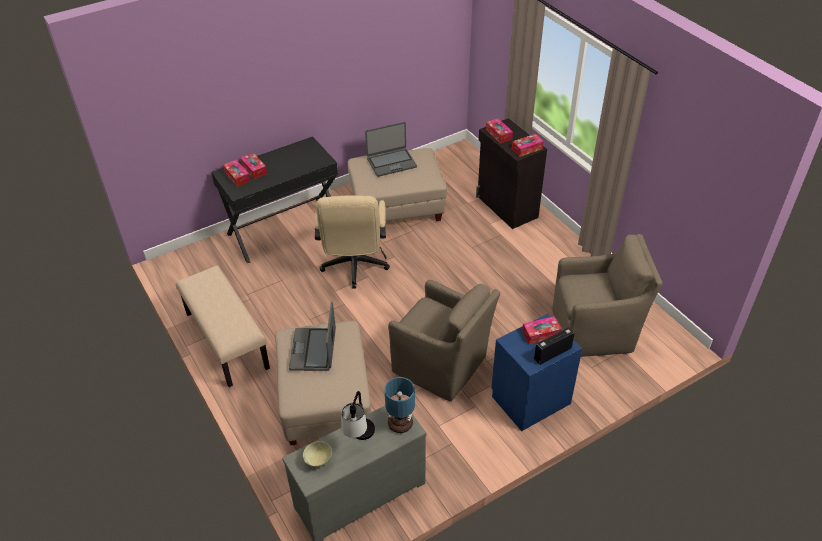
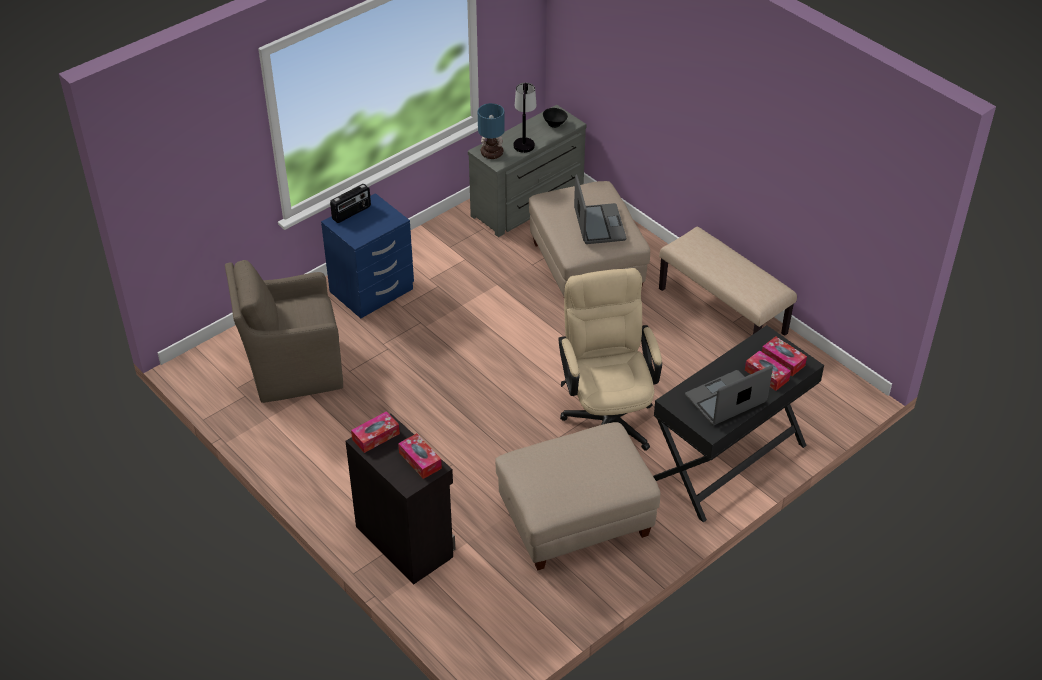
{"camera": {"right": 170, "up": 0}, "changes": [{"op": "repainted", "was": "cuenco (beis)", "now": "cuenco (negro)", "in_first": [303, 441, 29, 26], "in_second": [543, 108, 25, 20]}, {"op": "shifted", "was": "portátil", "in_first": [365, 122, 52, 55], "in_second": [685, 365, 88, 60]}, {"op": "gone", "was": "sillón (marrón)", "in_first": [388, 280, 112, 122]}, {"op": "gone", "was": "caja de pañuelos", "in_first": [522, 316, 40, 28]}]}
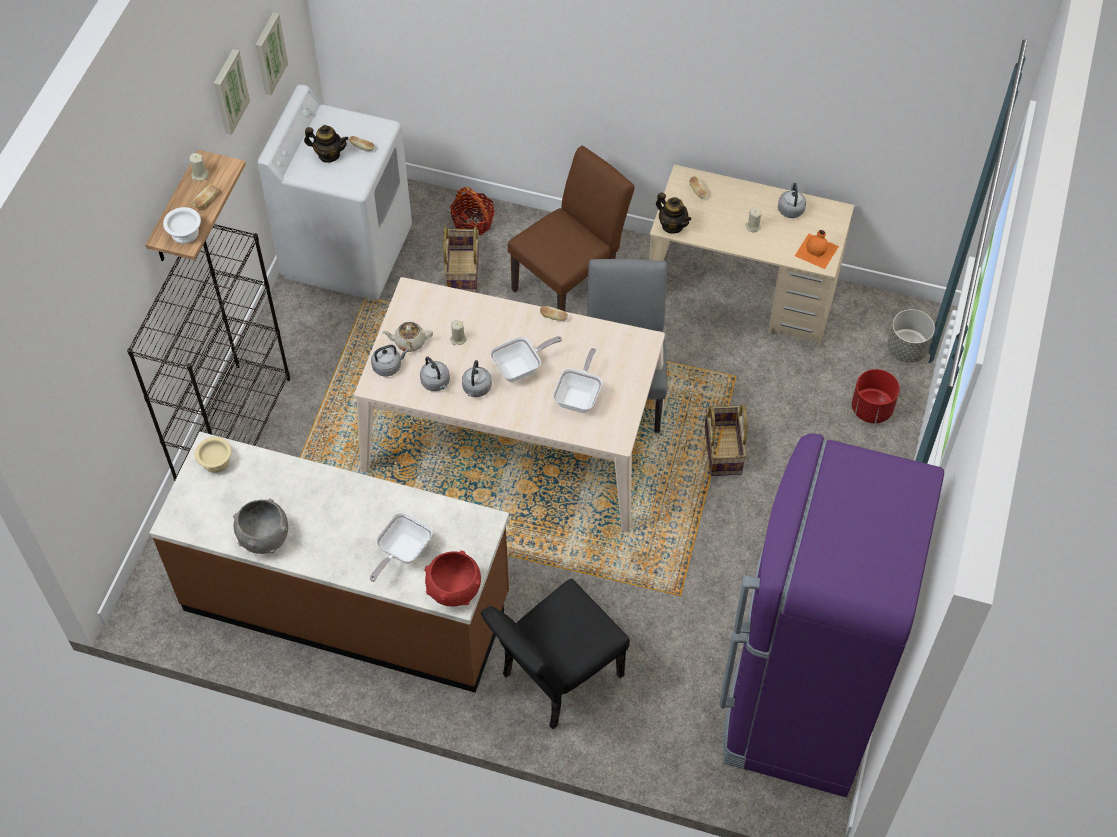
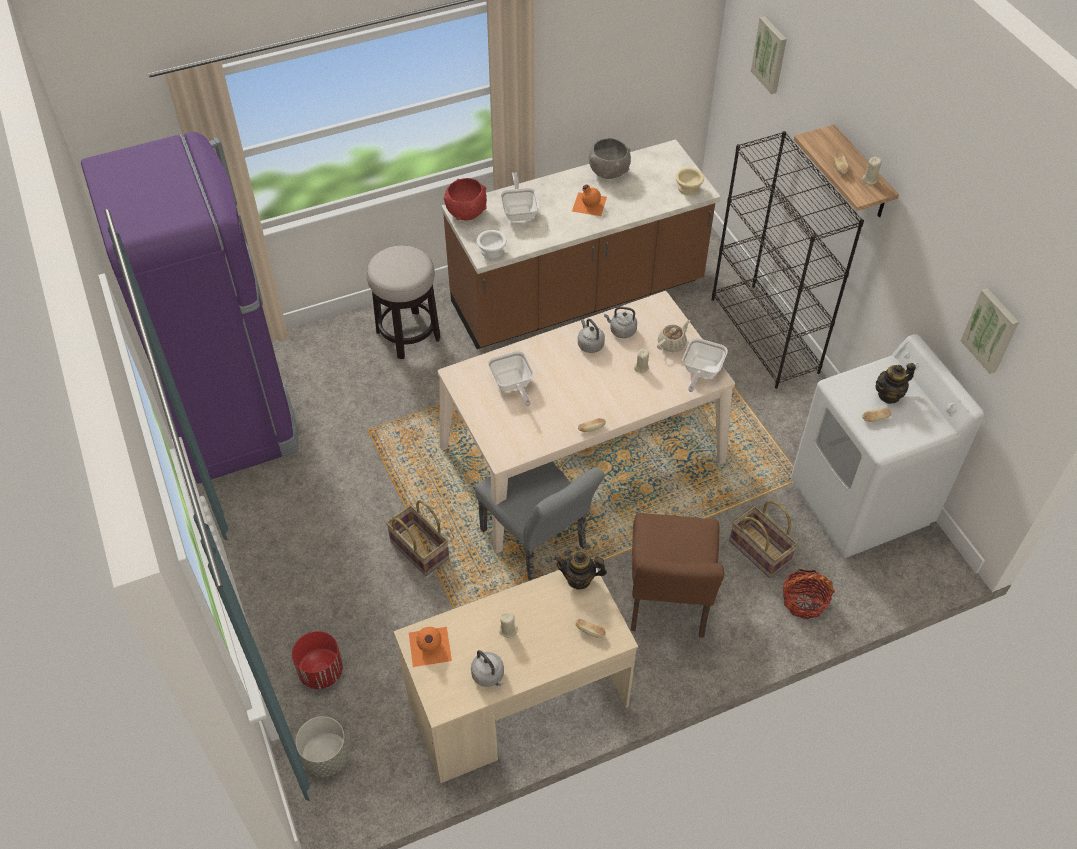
{"camera": {"right": 140, "up": -5}, "changes": [{"op": "shifted", "was": "cuenco (blanco)", "in_first": [163, 207, 38, 37], "in_second": [477, 230, 30, 29]}, {"op": "shifted", "was": "cuadro", "in_first": [214, 49, 36, 86], "in_second": [751, 16, 36, 78]}, {"op": "gone", "was": "hervidor (gris)", "in_first": [371, 345, 37, 31]}, {"op": "swapped", "was": "silla (negro)", "now": "taburete", "in_first": [481, 578, 149, 151], "in_second": [366, 246, 74, 113]}, {"op": "shifted", "was": "sartén", "in_first": [490, 336, 72, 46], "in_second": [682, 338, 46, 54]}, {"op": "new", "now": "botella (naranja)", "in_second": [572, 185, 35, 31]}]}
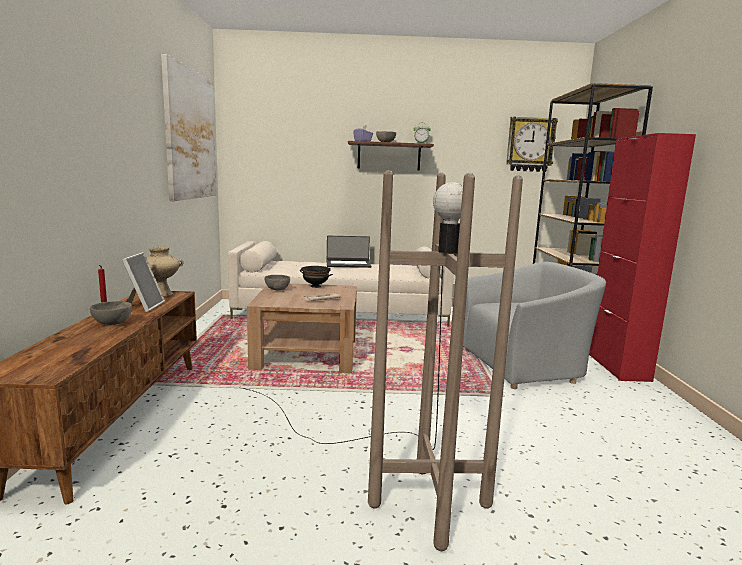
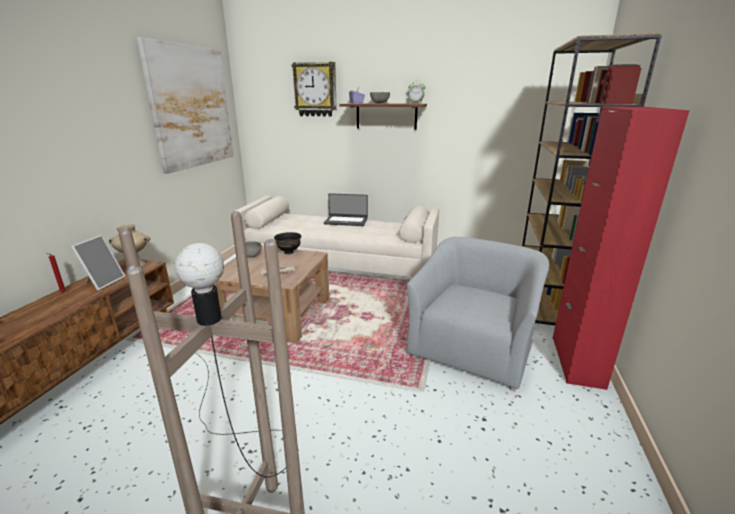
{"camera": {"right": 15, "up": 10}, "changes": [{"op": "gone", "was": "cuenco (gris)", "in_first": [90, 301, 42, 24]}, {"op": "rotated", "was": "sillón (gris)", "in_first": [463, 262, 143, 127], "in_second": [406, 237, 143, 154], "clockwise": -60}, {"op": "shifted", "was": "reloj de pared", "in_first": [506, 117, 52, 55], "in_second": [291, 62, 46, 55]}]}
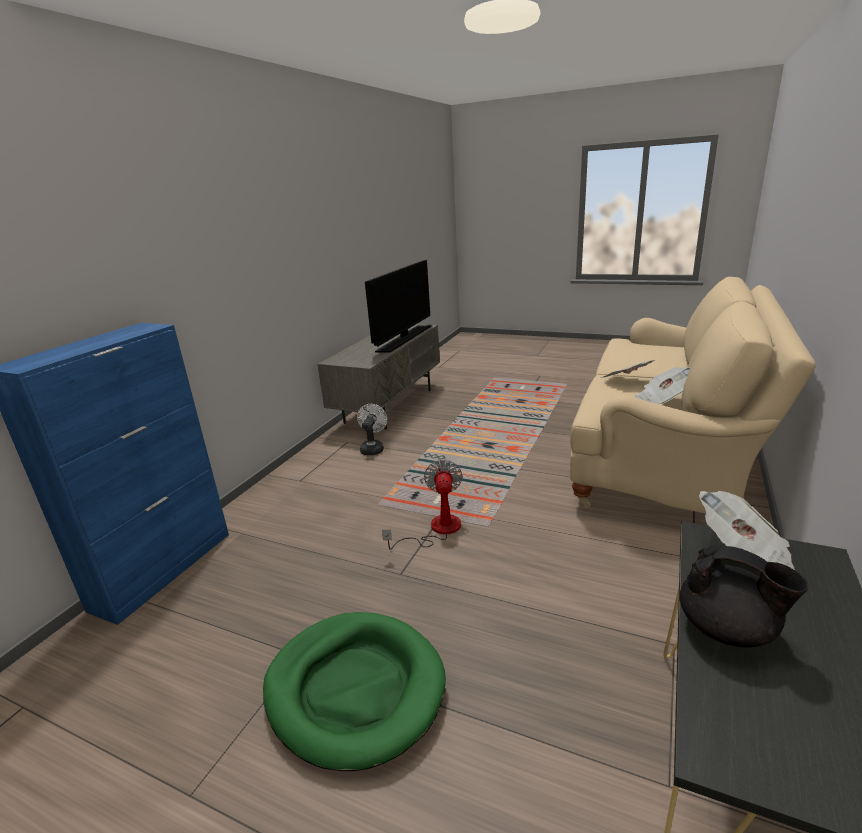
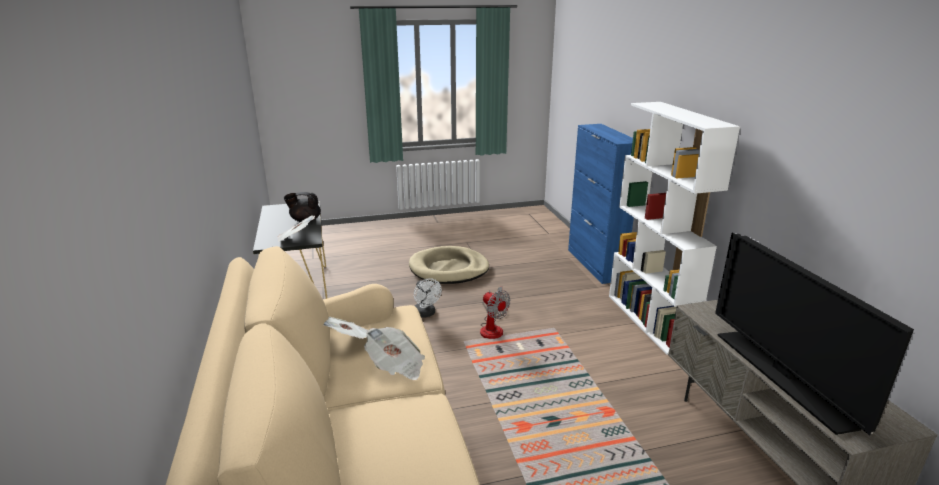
{"camera": {"right": 140, "up": 0}, "changes": [{"op": "repainted", "was": "cama para perro (verde)", "now": "cama para perro (beis)", "in_first": [263, 612, 183, 159], "in_second": [409, 246, 80, 38]}, {"op": "shifted", "was": "ventilador (blanco)", "in_first": [357, 404, 30, 51], "in_second": [414, 278, 28, 40]}, {"op": "new", "now": "estantería (blanco)", "in_second": [609, 102, 131, 253]}]}
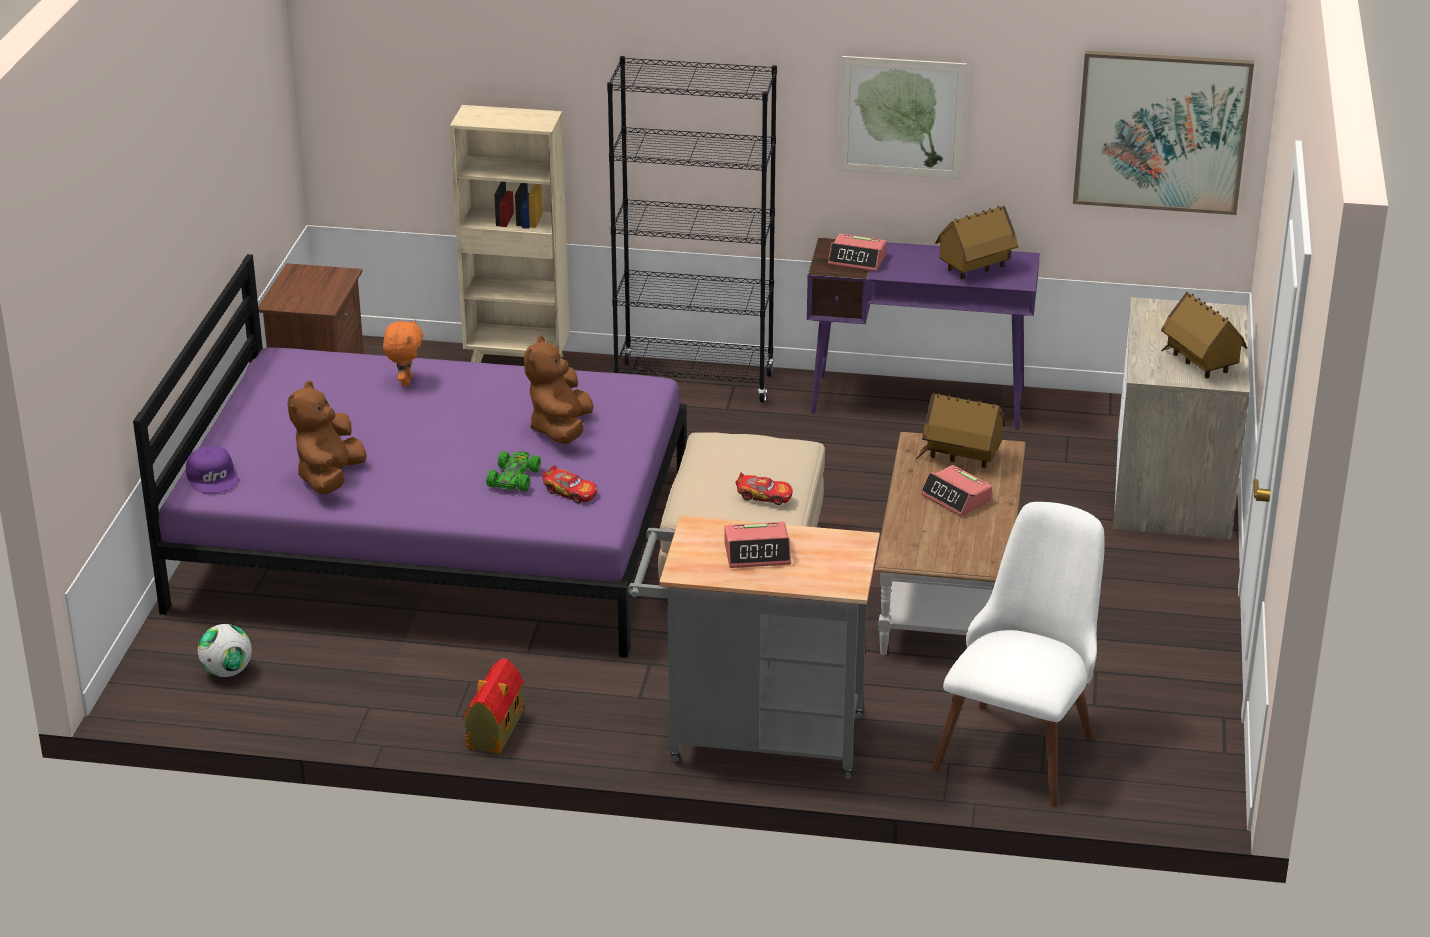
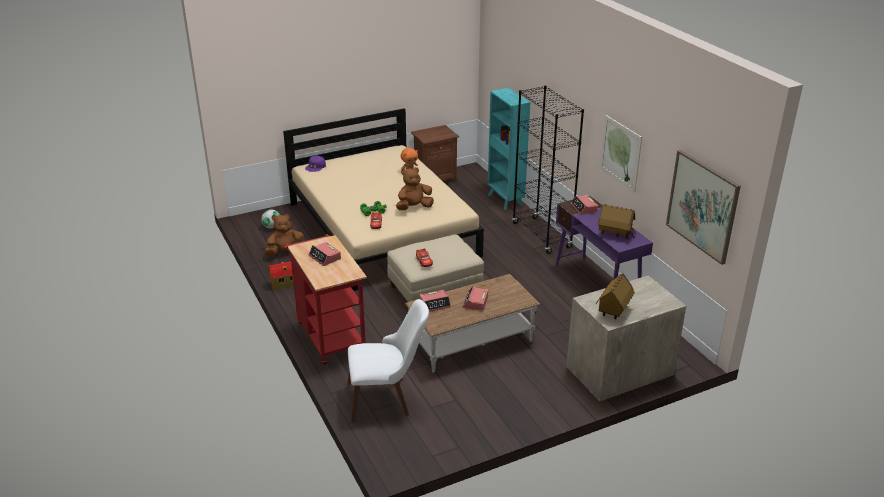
{"camera": {"right": 55, "up": 0}, "changes": [{"op": "repainted", "was": "cama (morado)", "now": "cama (beis)", "in_first": [133, 254, 554, 404], "in_second": [283, 108, 201, 183]}, {"op": "shifted", "was": "peluche (marrón)", "in_first": [287, 381, 80, 113], "in_second": [264, 214, 40, 42]}, {"op": "repainted", "was": "estantería (beis)", "now": "estantería (turquesa)", "in_first": [450, 105, 120, 258], "in_second": [488, 88, 43, 122]}, {"op": "repainted", "was": "carrito (gris)", "now": "carrito (rojo)", "in_first": [628, 516, 252, 263], "in_second": [284, 234, 83, 132]}, {"op": "gone", "was": "casita", "in_first": [916, 393, 89, 75]}, {"op": "new", "now": "despertador", "in_second": [420, 290, 31, 22]}]}
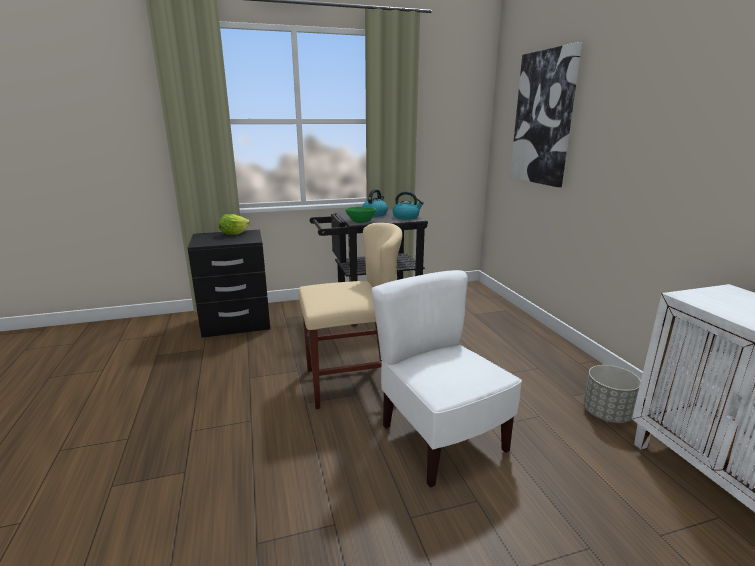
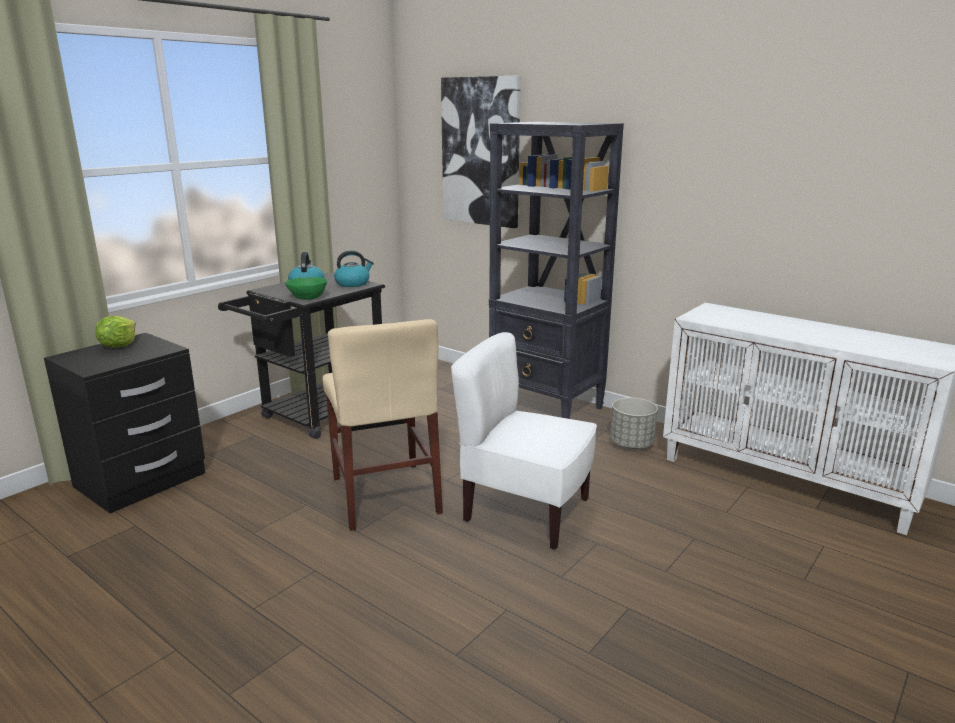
{"camera": {"right": -35, "up": 0}, "changes": [{"op": "rotated", "was": "silla (beis)", "in_first": [298, 223, 104, 186], "in_second": [323, 319, 120, 212], "clockwise": 120}, {"op": "new", "now": "estantería (negro)", "in_second": [489, 122, 135, 297]}]}
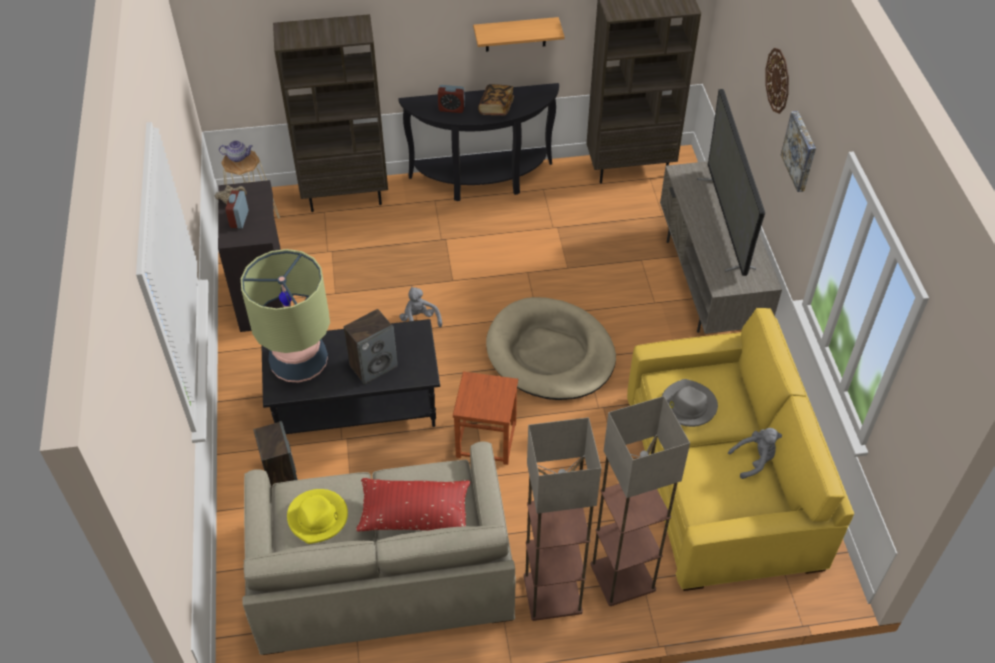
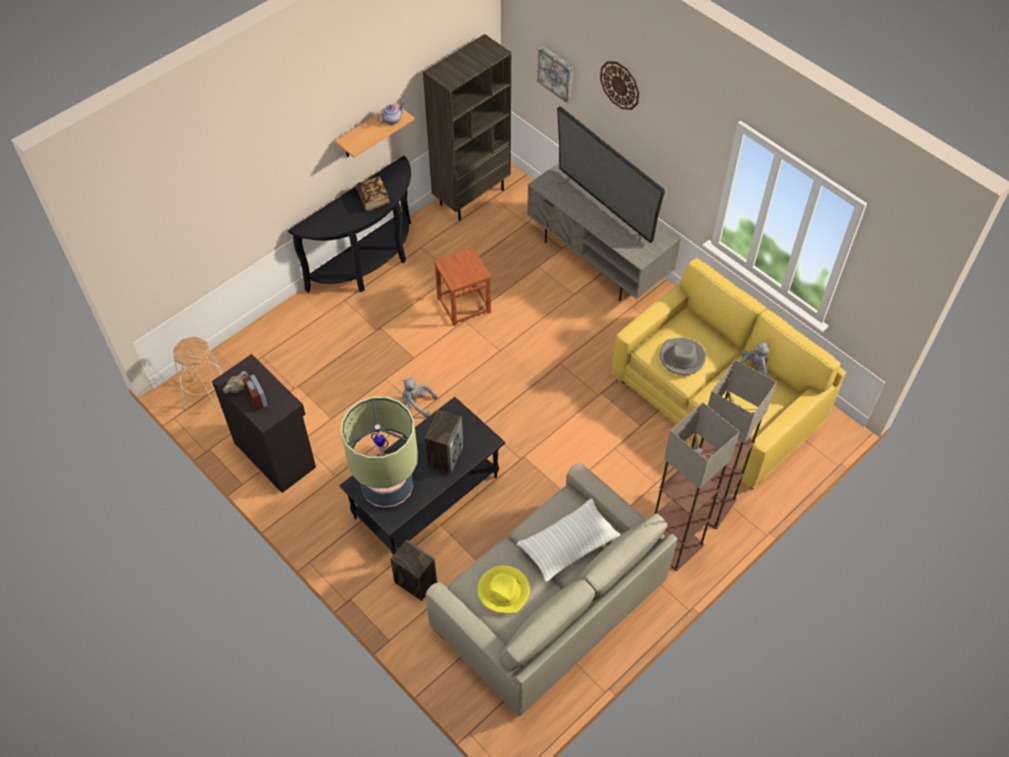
{"camera": {"right": -35, "up": 5}, "changes": [{"op": "shifted", "was": "tetera", "in_first": [219, 140, 34, 22], "in_second": [377, 103, 27, 22]}, {"op": "gone", "was": "estantería (marrón)", "in_first": [273, 14, 115, 198]}, {"op": "repainted", "was": "cojín (rojo)", "now": "cojín (blanco)", "in_first": [356, 478, 115, 53], "in_second": [517, 498, 104, 84]}, {"op": "gone", "was": "despertador", "in_first": [438, 85, 27, 28]}, {"op": "shifted", "was": "taburete (marrón)", "in_first": [453, 371, 65, 94], "in_second": [434, 247, 57, 79]}, {"op": "gone", "was": "cama para perro (beis)", "in_first": [486, 297, 130, 103]}, {"op": "shifted", "was": "cuadro", "in_first": [781, 111, 35, 81], "in_second": [538, 46, 35, 57]}]}
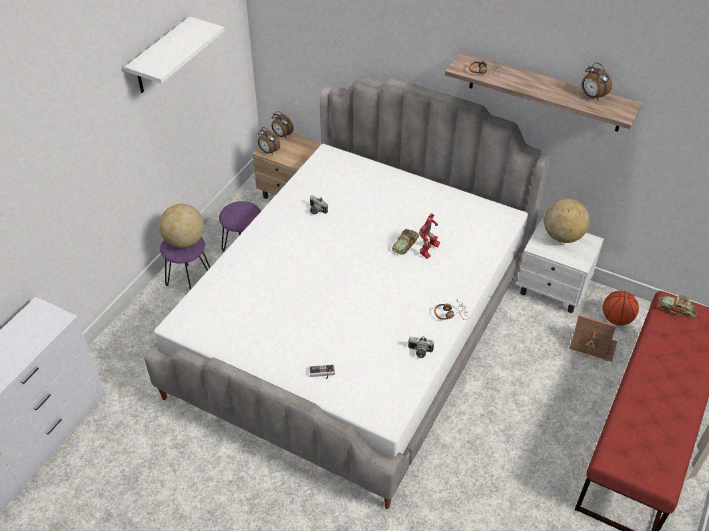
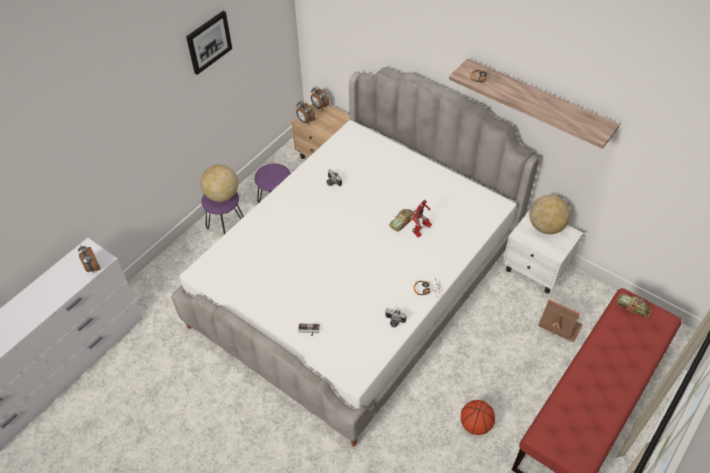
{"camera": {"right": 10, "up": 5}, "changes": [{"op": "swapped", "was": "estante (blanco)", "now": "cuadro", "in_first": [125, 17, 100, 76], "in_second": [186, 11, 46, 64]}, {"op": "shifted", "was": "despertador", "in_first": [582, 62, 30, 39], "in_second": [78, 245, 22, 28]}, {"op": "shifted", "was": "balón de baloncesto", "in_first": [602, 291, 37, 34], "in_second": [461, 400, 34, 35]}]}
